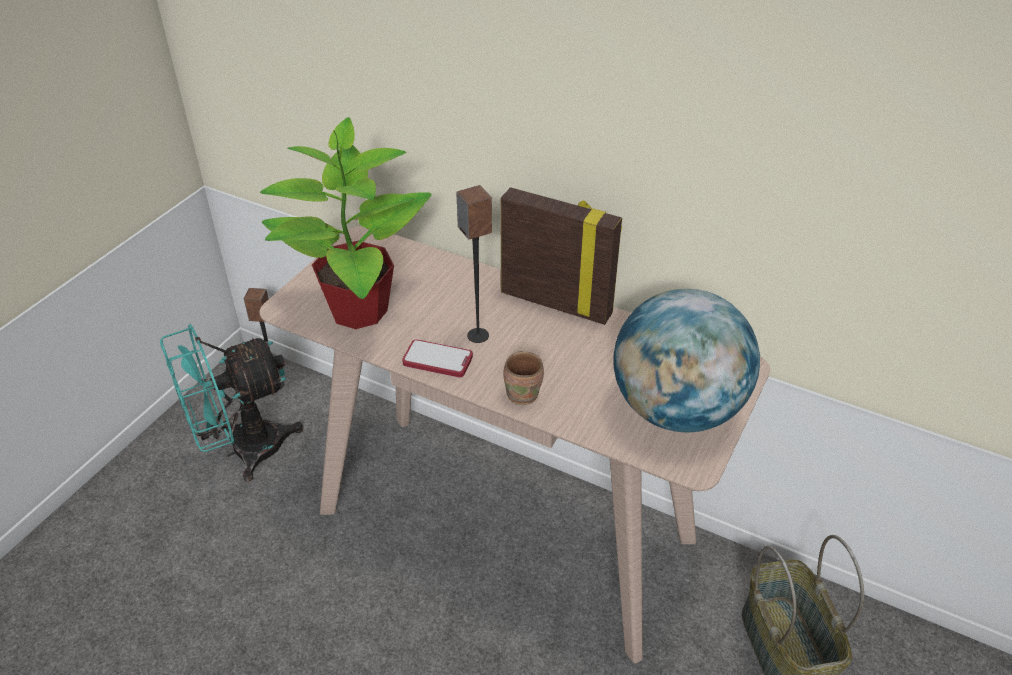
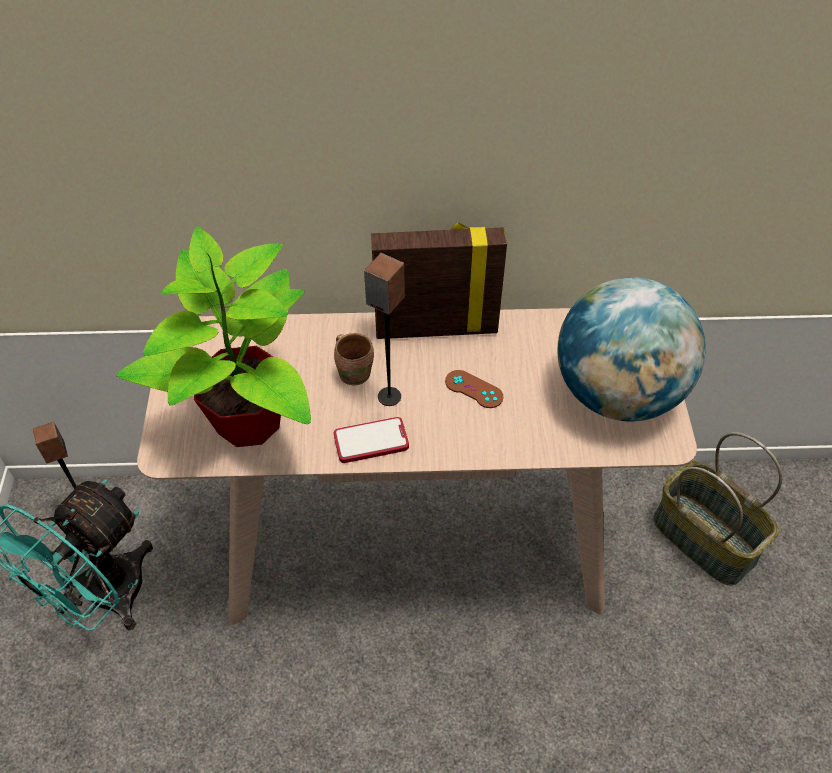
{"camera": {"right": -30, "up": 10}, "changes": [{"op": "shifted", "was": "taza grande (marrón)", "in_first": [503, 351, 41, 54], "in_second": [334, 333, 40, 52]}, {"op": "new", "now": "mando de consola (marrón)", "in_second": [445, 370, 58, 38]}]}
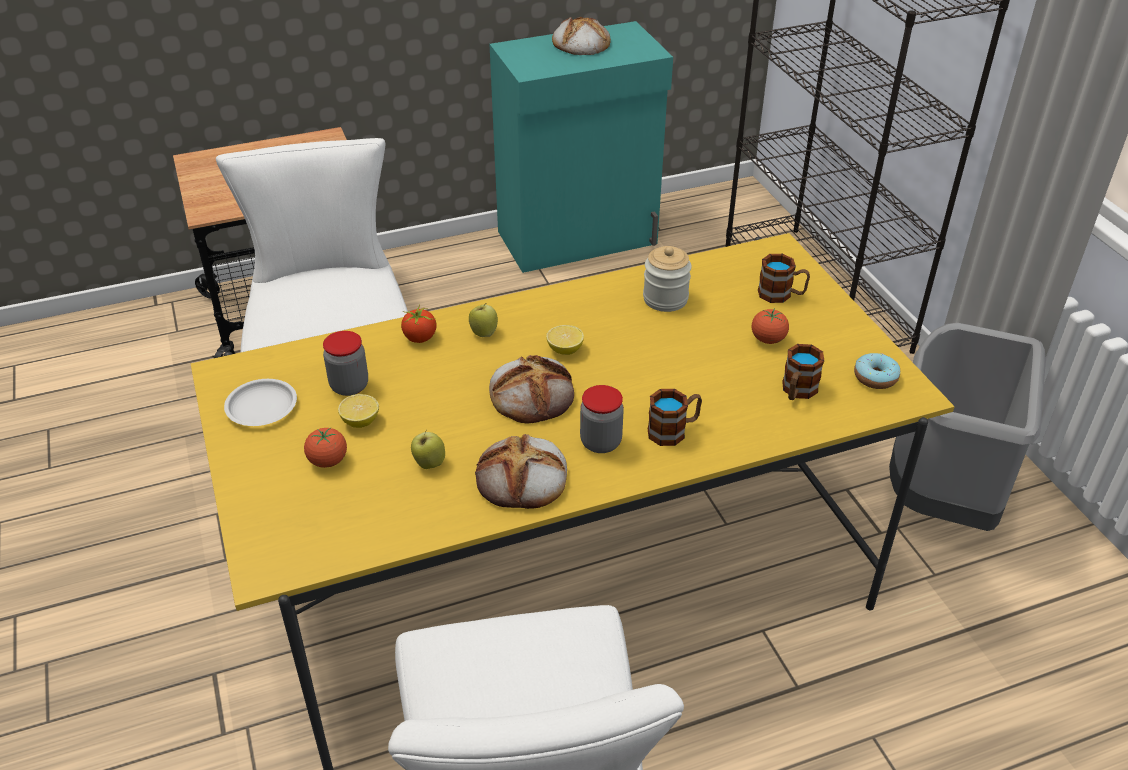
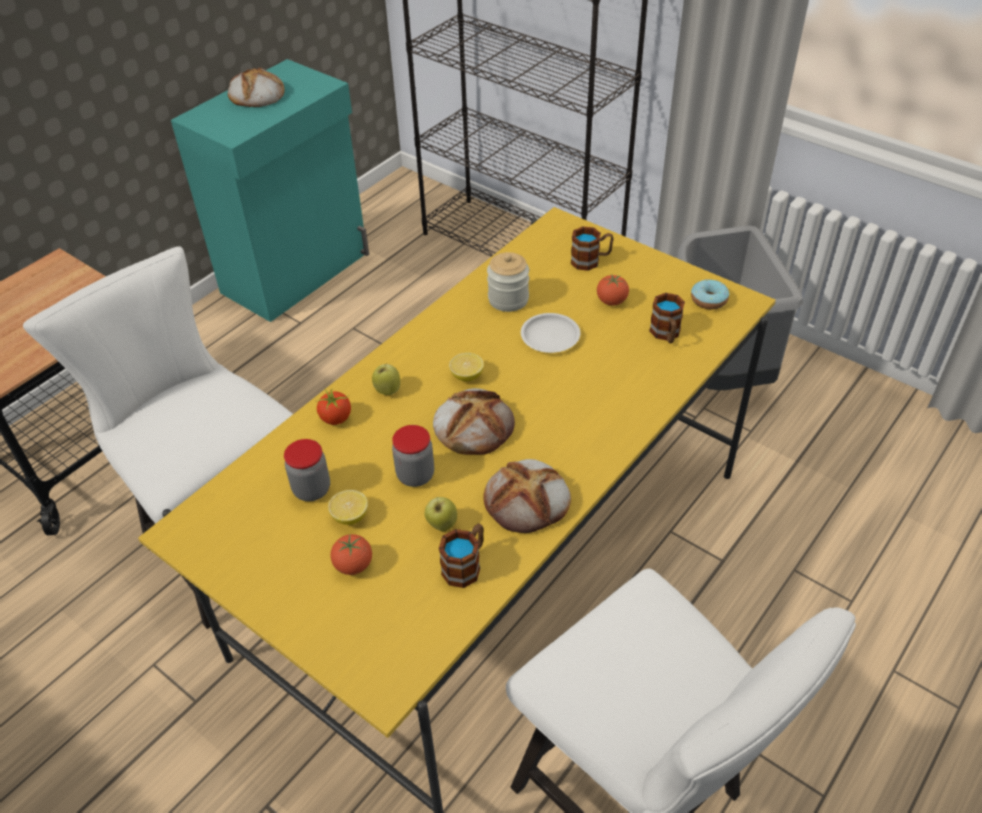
{"camera": {"right": -30, "up": 5}, "changes": [{"op": "shifted", "was": "plato (blanco)", "in_first": [224, 379, 73, 47], "in_second": [521, 313, 59, 40]}, {"op": "shifted", "was": "tarro", "in_first": [580, 385, 44, 68], "in_second": [392, 425, 42, 62]}, {"op": "shifted", "was": "taza grande", "in_first": [648, 389, 54, 57], "in_second": [439, 523, 45, 65]}]}
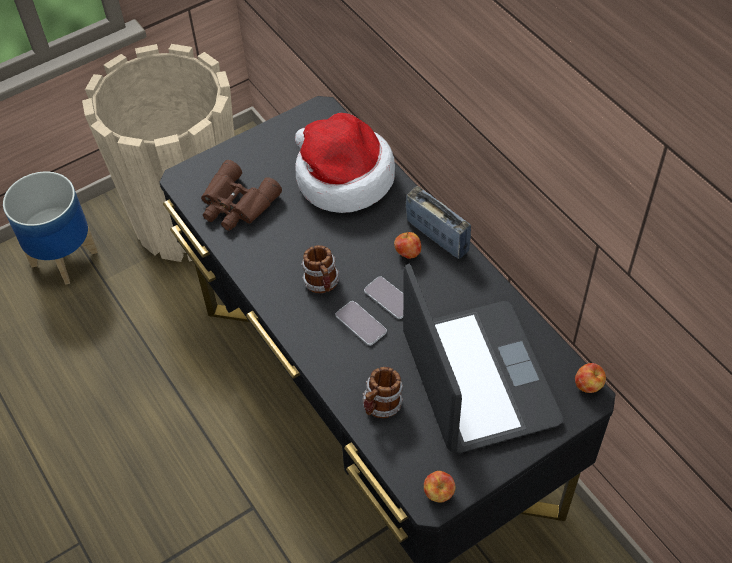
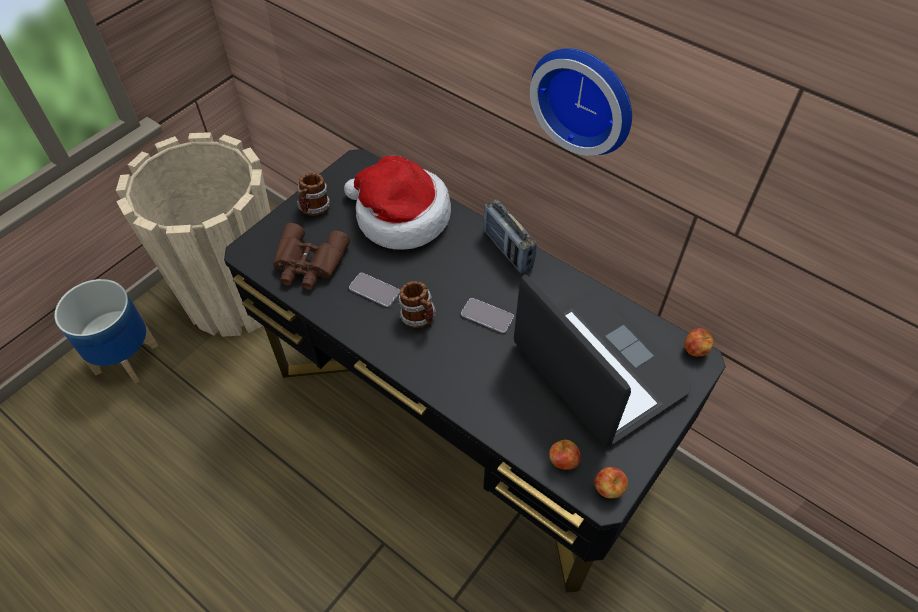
{"camera": {"right": -20, "up": 0}, "changes": [{"op": "shifted", "was": "móvil", "in_first": [336, 301, 51, 45], "in_second": [349, 273, 51, 34]}, {"op": "shifted", "was": "taza grande", "in_first": [362, 367, 41, 51], "in_second": [297, 173, 33, 43]}, {"op": "shifted", "was": "manzana", "in_first": [394, 232, 27, 27], "in_second": [549, 440, 31, 30]}, {"op": "rotated", "was": "radio", "in_first": [405, 186, 66, 73], "in_second": [483, 199, 53, 74], "clockwise": -150}, {"op": "new", "now": "reloj de pared", "in_second": [530, 48, 102, 108]}]}
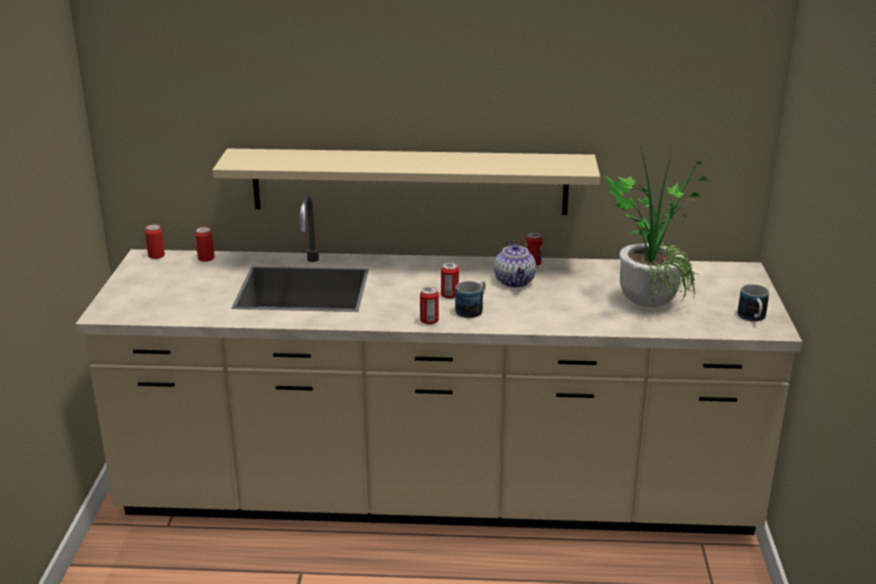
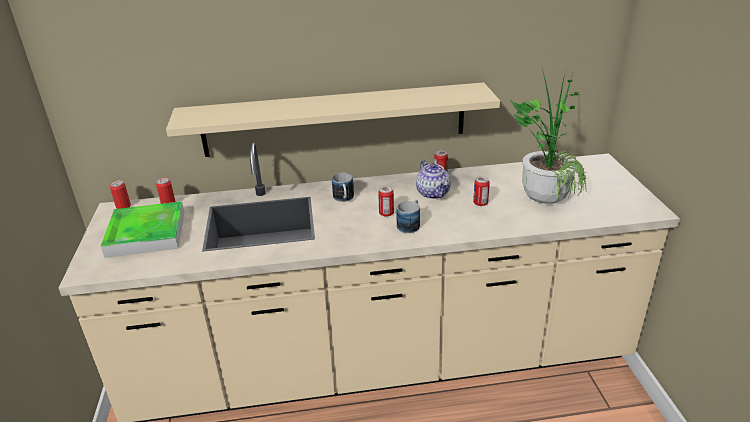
{"camera": {"right": -10, "up": 5}, "changes": [{"op": "shifted", "was": "lata", "in_first": [420, 287, 19, 38], "in_second": [473, 176, 17, 30]}, {"op": "shifted", "was": "taza grande", "in_first": [737, 284, 32, 38], "in_second": [332, 173, 22, 29]}, {"op": "new", "now": "bandeja", "in_second": [101, 201, 84, 57]}]}
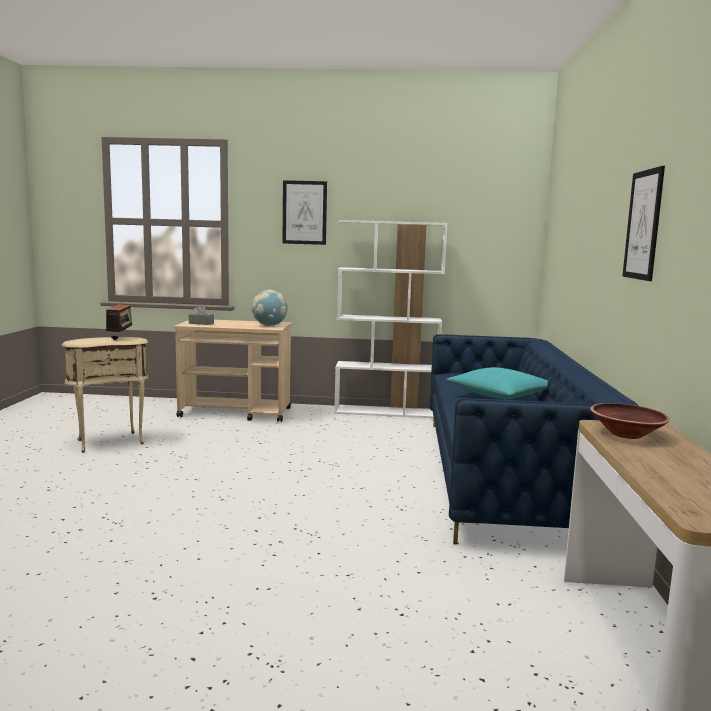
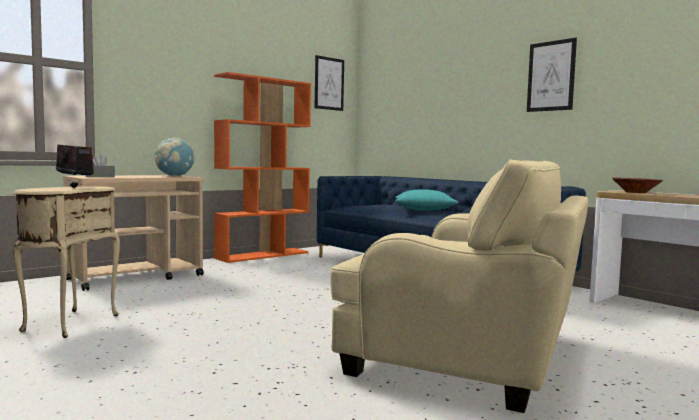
{"camera": {"right": -45, "up": -5}, "changes": [{"op": "shifted", "was": "cuadro", "in_first": [283, 180, 44, 65], "in_second": [315, 55, 29, 56]}, {"op": "repainted", "was": "estantería (blanco)", "now": "estantería (naranja)", "in_first": [334, 220, 114, 198], "in_second": [214, 72, 97, 191]}, {"op": "new", "now": "sillón (beis)", "in_second": [330, 160, 259, 253]}]}
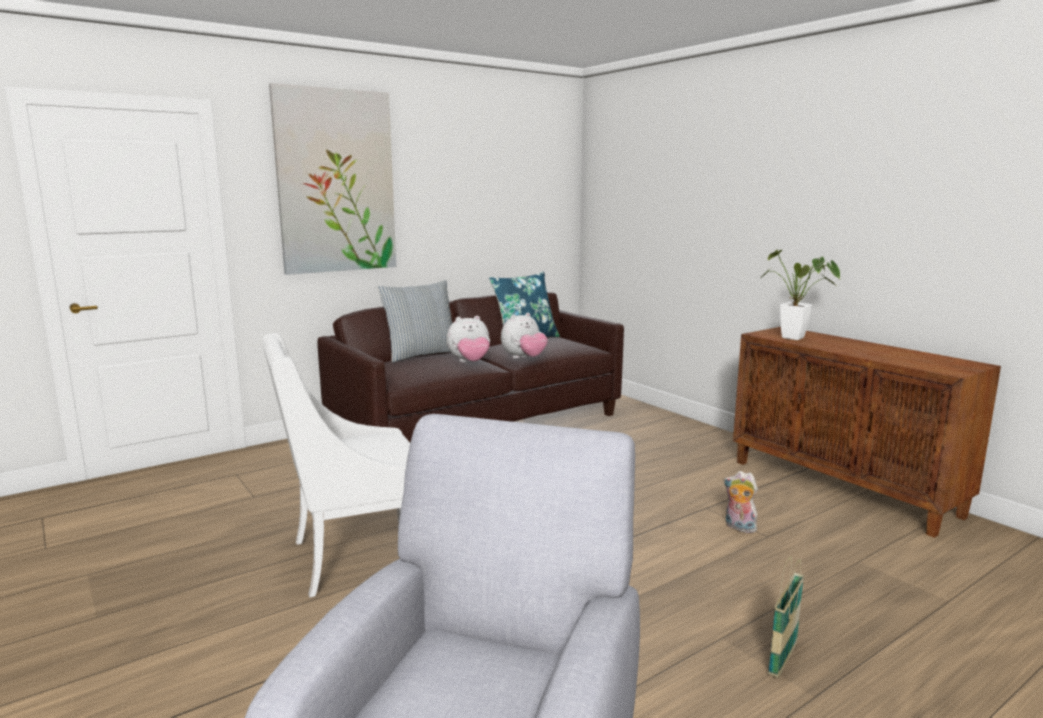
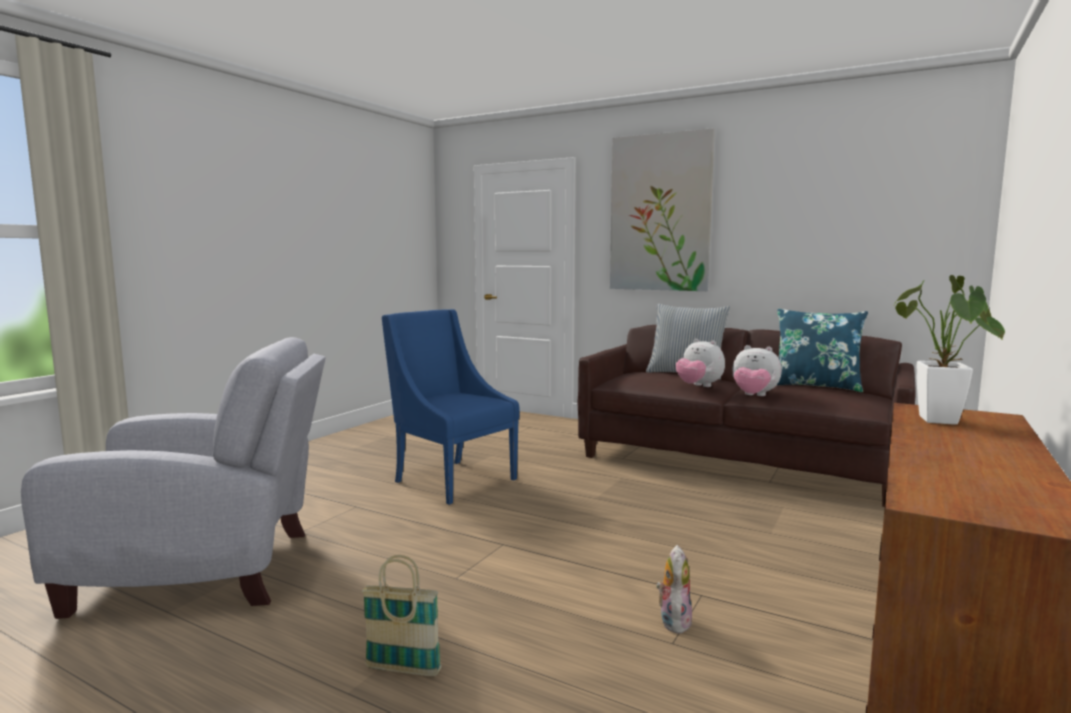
{"camera": {"right": 65, "up": -5}, "changes": [{"op": "repainted", "was": "sillón (blanco)", "now": "sillón (azul)", "in_first": [262, 333, 148, 265], "in_second": [382, 309, 138, 196]}]}
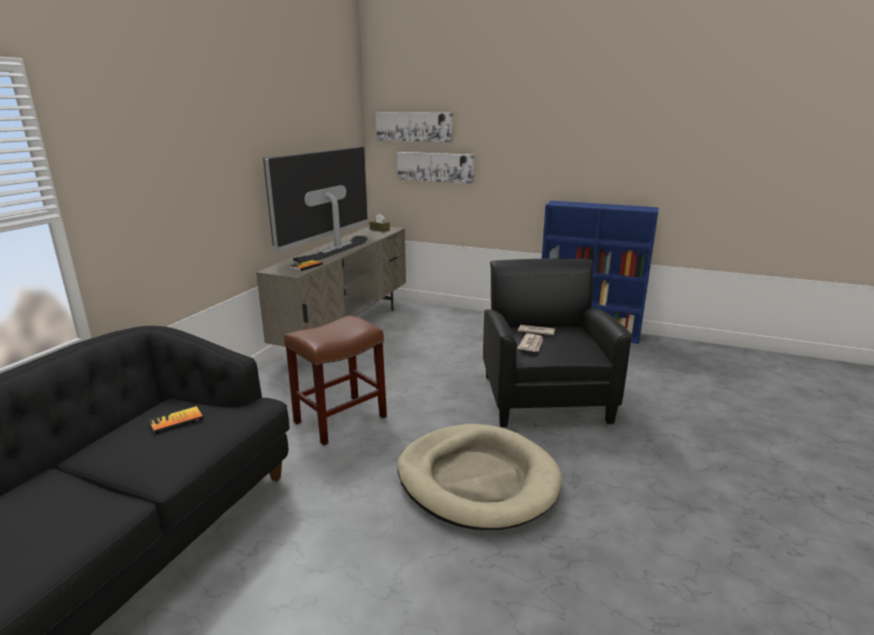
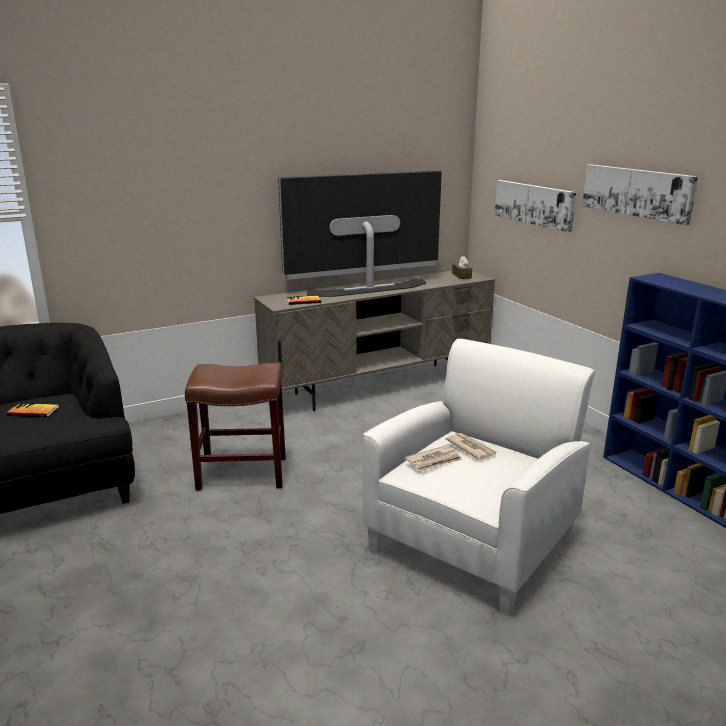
{"camera": {"right": 40, "up": 0}, "changes": [{"op": "shifted", "was": "cuadro", "in_first": [376, 112, 77, 30], "in_second": [582, 164, 116, 61]}, {"op": "gone", "was": "cama para perro (beis)", "in_first": [397, 424, 165, 106]}, {"op": "repainted", "was": "sillón (negro)", "now": "sillón (blanco)", "in_first": [483, 259, 149, 168], "in_second": [363, 339, 232, 277]}]}
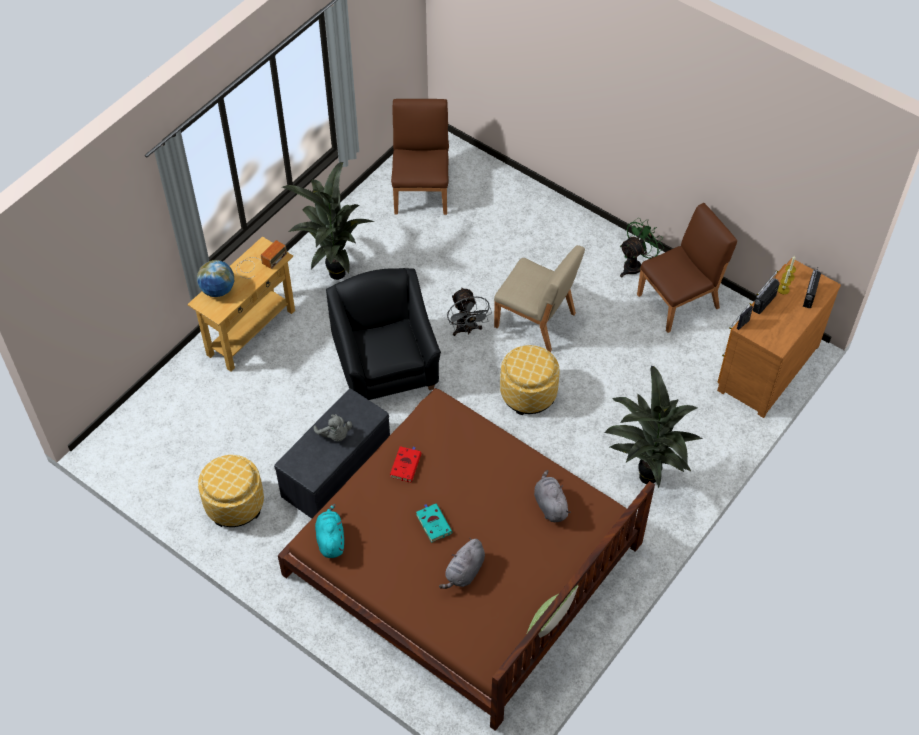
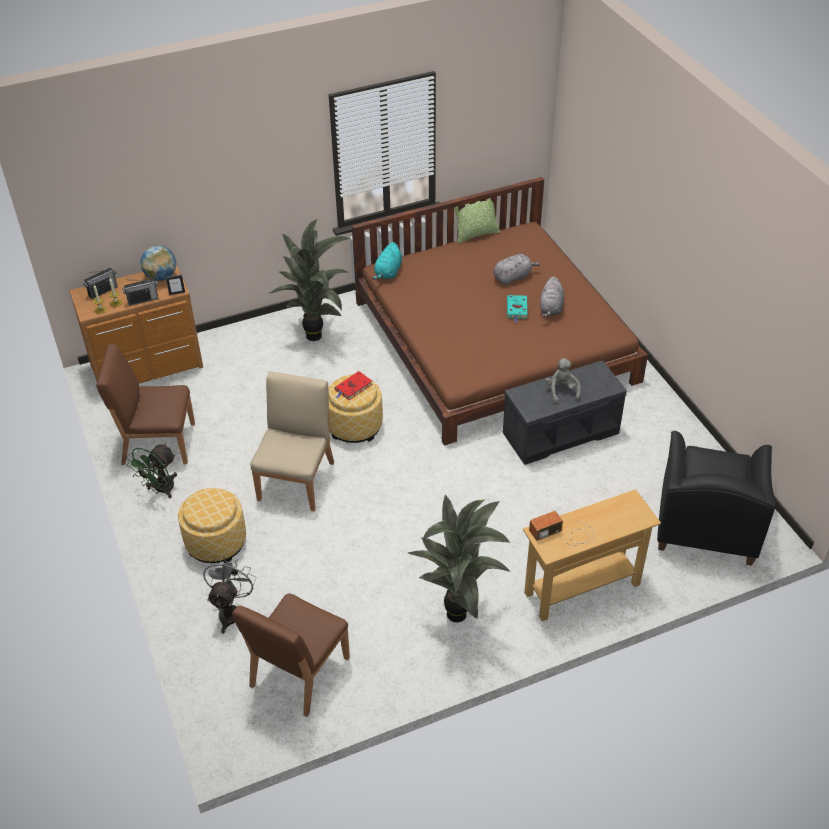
{"camera": {"right": -150, "up": -10}, "changes": [{"op": "shifted", "was": "globo terráqueo", "in_first": [197, 260, 37, 37], "in_second": [140, 245, 37, 36]}, {"op": "shifted", "was": "puf", "in_first": [198, 455, 66, 72], "in_second": [178, 488, 68, 75]}, {"op": "shifted", "was": "peluche (turquesa)", "in_first": [315, 504, 29, 54], "in_second": [372, 242, 30, 38]}, {"op": "shifted", "was": "sillón (negro)", "in_first": [326, 268, 115, 132], "in_second": [657, 431, 119, 135]}, {"op": "shifted", "was": "libro (rojo)", "in_first": [390, 446, 32, 36], "in_second": [335, 371, 37, 29]}, {"op": "shifted", "was": "ventilador (gris)", "in_first": [447, 287, 45, 49], "in_second": [203, 556, 53, 77]}, {"op": "rotated", "was": "silla (beis)", "in_first": [494, 245, 91, 107], "in_second": [250, 372, 84, 139], "clockwise": 45}, {"op": "shifted", "was": "peluche (gris)", "in_first": [534, 470, 37, 52], "in_second": [540, 276, 24, 42]}, {"op": "rotated", "was": "ventilador (verde)", "in_first": [620, 218, 44, 60], "in_second": [126, 444, 51, 55], "clockwise": -45}]}
